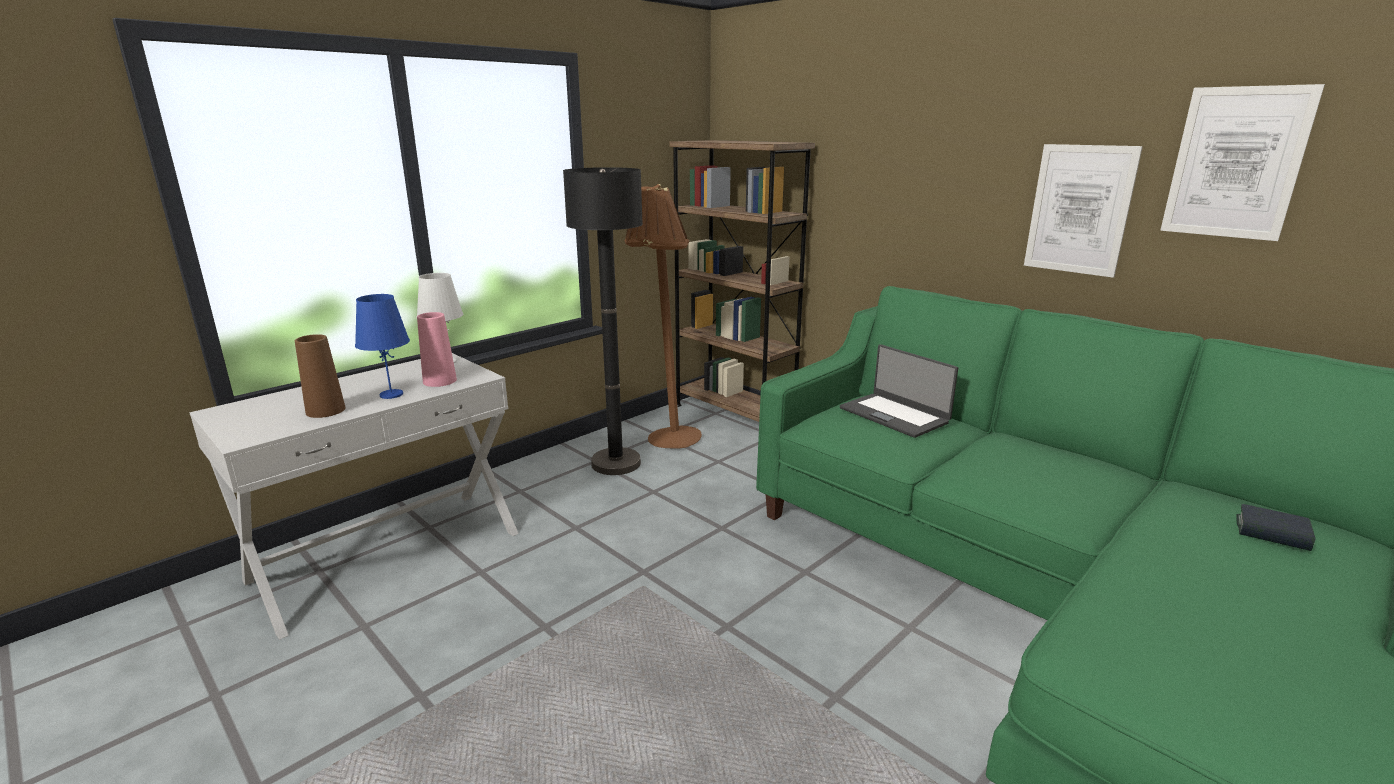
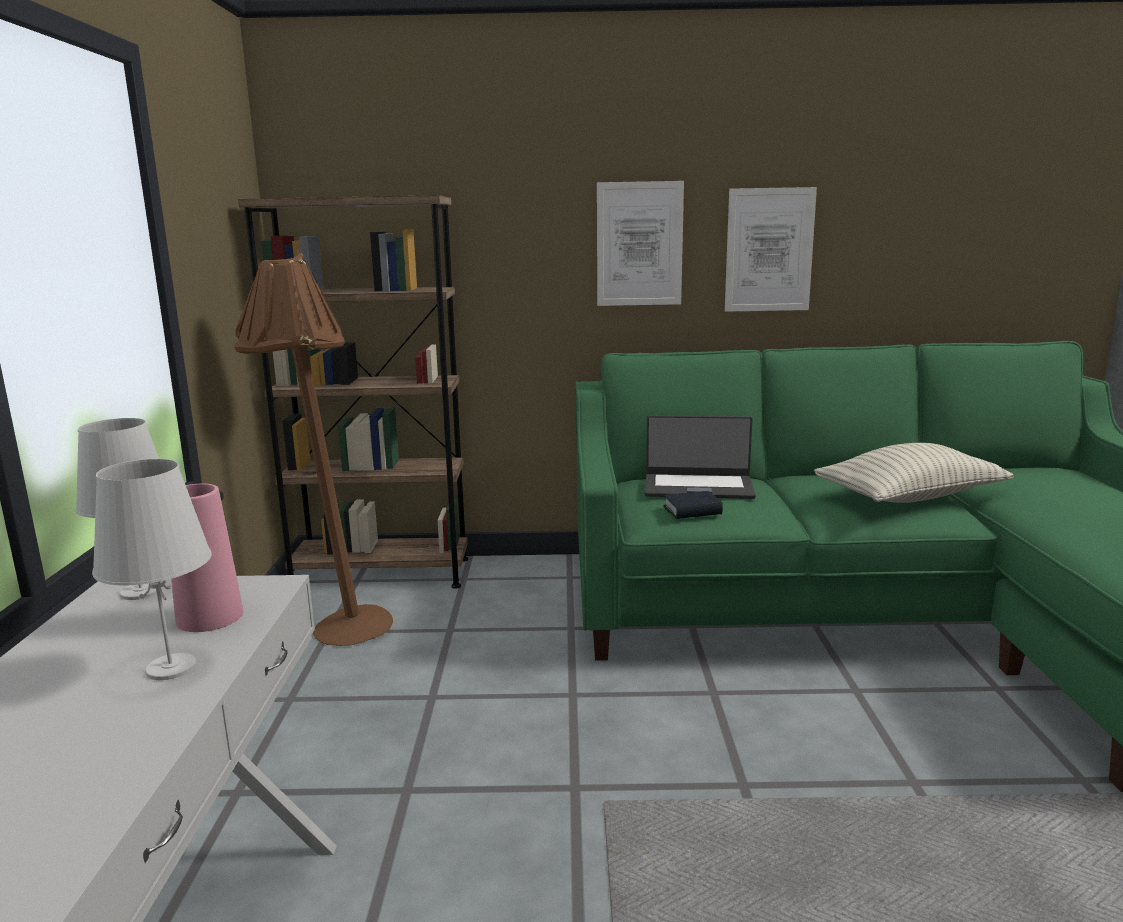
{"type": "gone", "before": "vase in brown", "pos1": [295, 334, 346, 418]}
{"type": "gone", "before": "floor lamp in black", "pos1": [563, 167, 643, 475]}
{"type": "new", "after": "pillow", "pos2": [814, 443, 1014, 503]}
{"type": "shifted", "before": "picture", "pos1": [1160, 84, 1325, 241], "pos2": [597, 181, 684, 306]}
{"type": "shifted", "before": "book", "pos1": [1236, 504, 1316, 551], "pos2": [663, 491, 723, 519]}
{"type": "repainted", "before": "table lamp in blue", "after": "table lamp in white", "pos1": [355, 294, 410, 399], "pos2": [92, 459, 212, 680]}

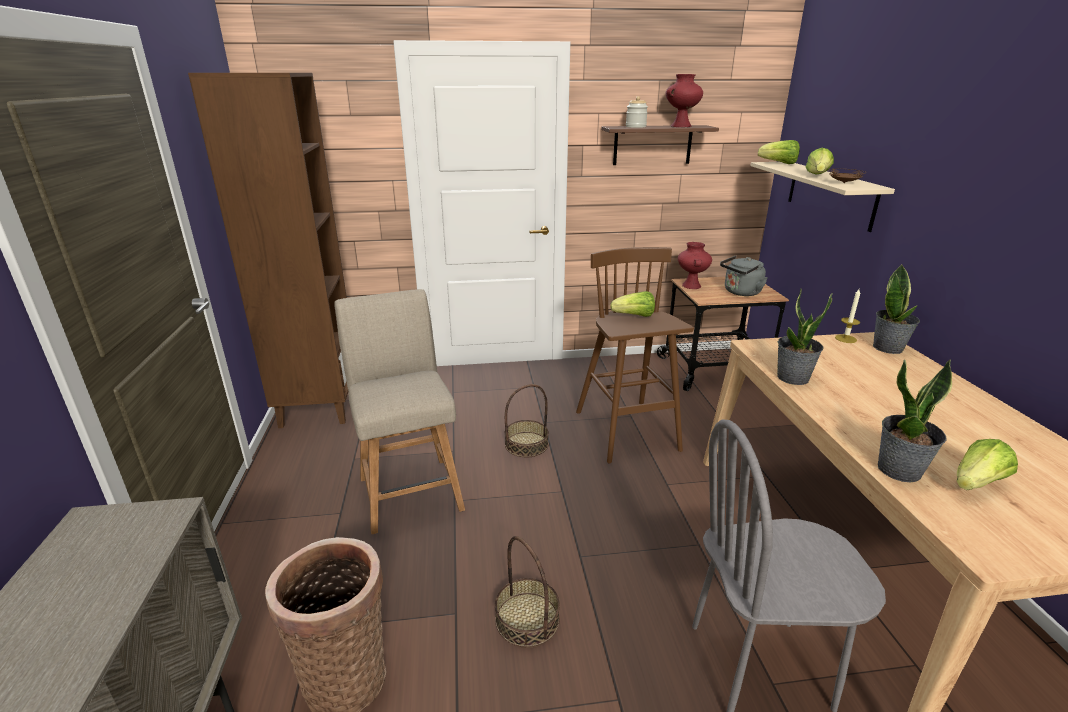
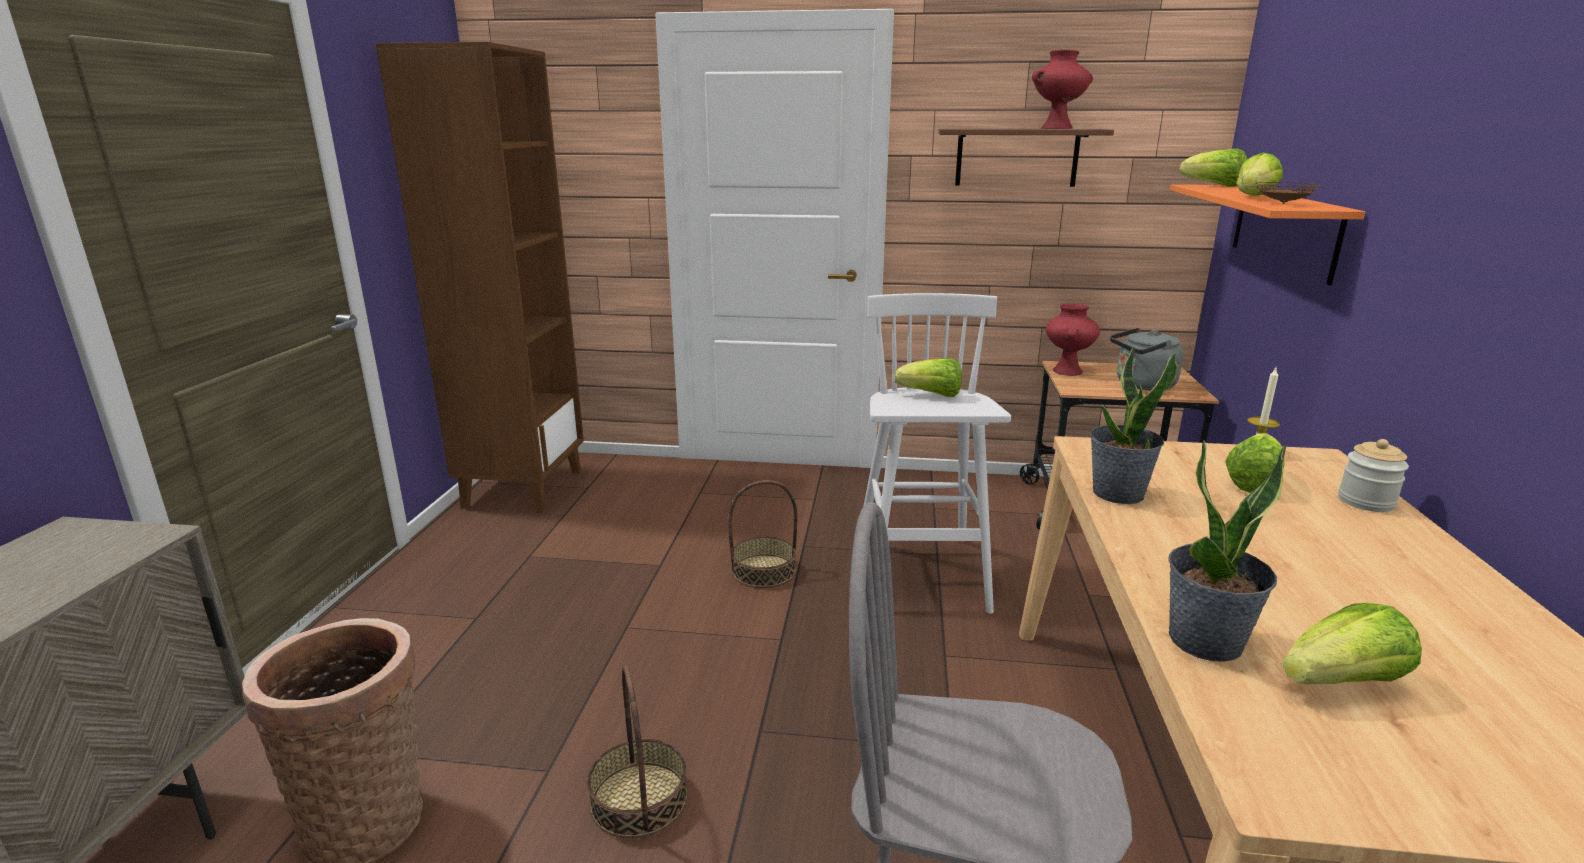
{"type": "gone", "before": "chair in beige", "pos1": [334, 289, 465, 534]}
{"type": "gone", "before": "potted plant", "pos1": [873, 264, 920, 354]}
{"type": "new", "after": "lettuce", "pos2": [1225, 433, 1285, 493]}
{"type": "shifted", "before": "jar", "pos1": [626, 96, 648, 128], "pos2": [1338, 439, 1409, 512]}
{"type": "repainted", "before": "stool in brown", "after": "stool in white", "pos1": [576, 247, 694, 464], "pos2": [863, 293, 1011, 614]}
{"type": "repainted", "before": "shelf in beige", "after": "shelf in orange", "pos1": [751, 162, 895, 232], "pos2": [1170, 184, 1365, 285]}

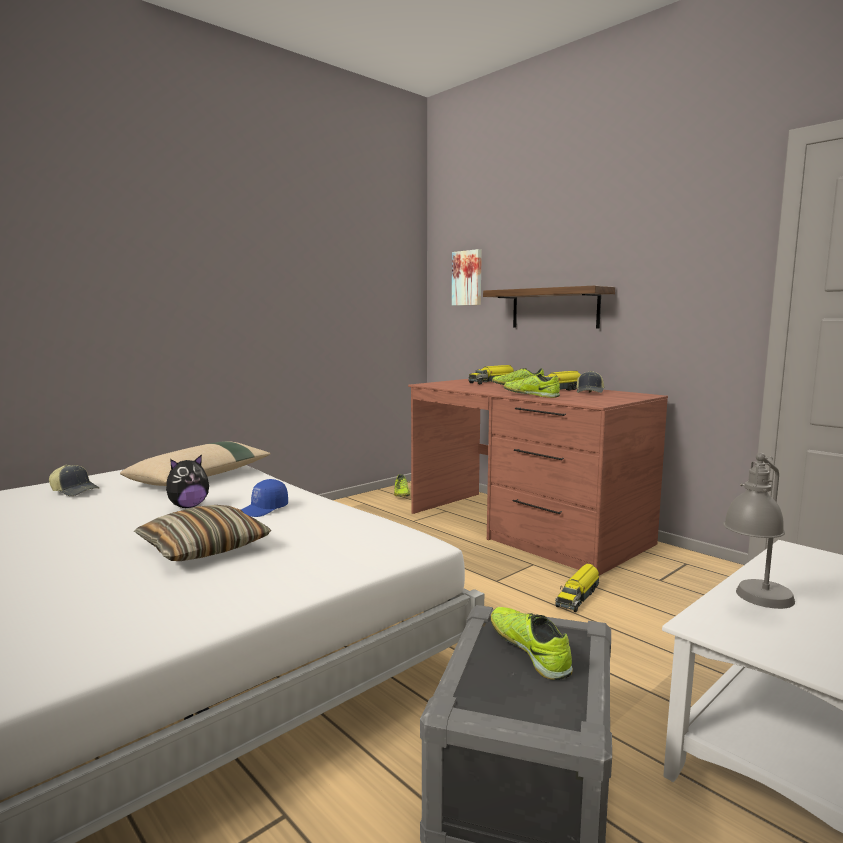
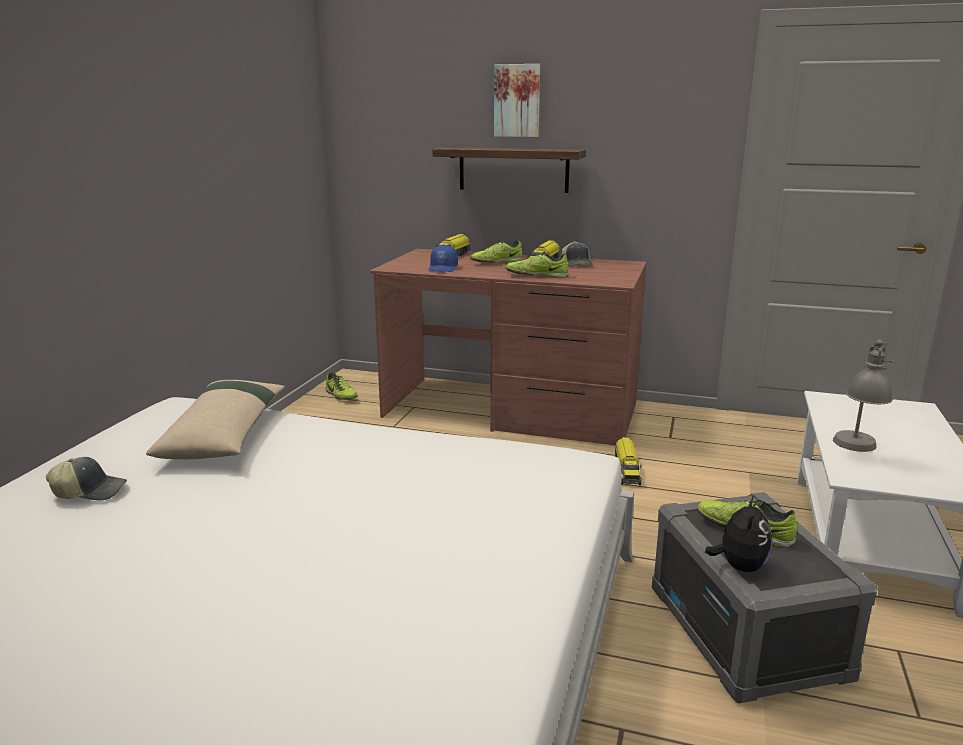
{"type": "gone", "before": "pillow", "pos1": [134, 505, 271, 561]}
{"type": "shifted", "before": "plush toy", "pos1": [166, 454, 209, 508], "pos2": [705, 494, 772, 572]}
{"type": "shifted", "before": "cap in blue", "pos1": [241, 479, 288, 517], "pos2": [429, 245, 458, 272]}
{"type": "shifted", "before": "picture", "pos1": [452, 249, 482, 306], "pos2": [494, 64, 540, 137]}

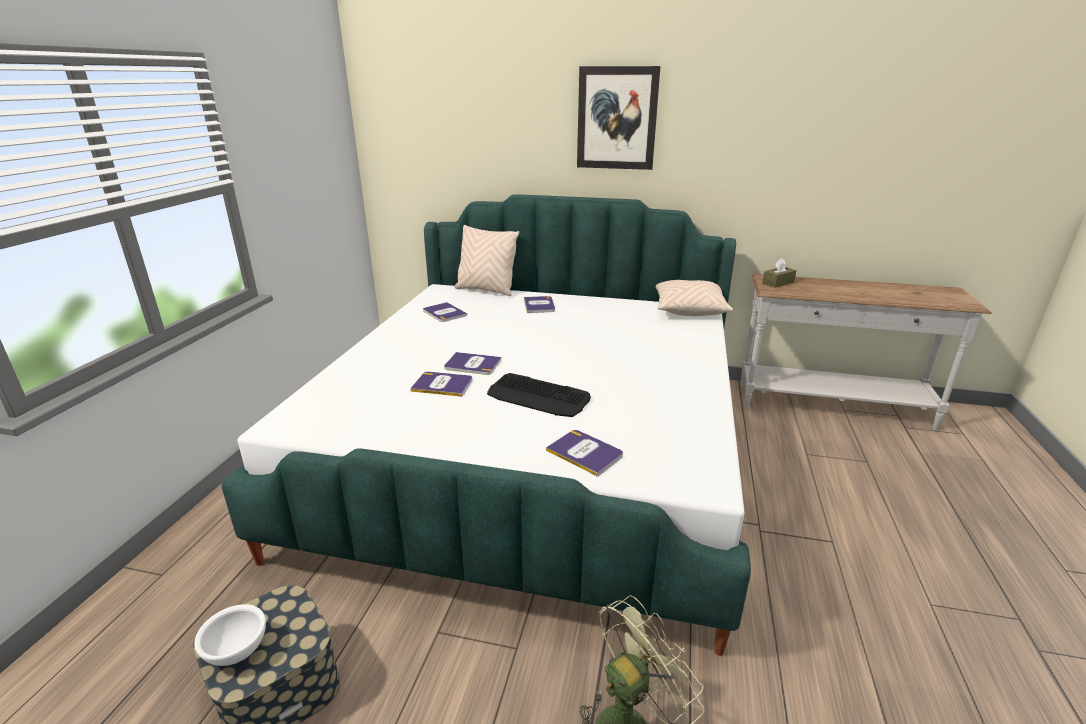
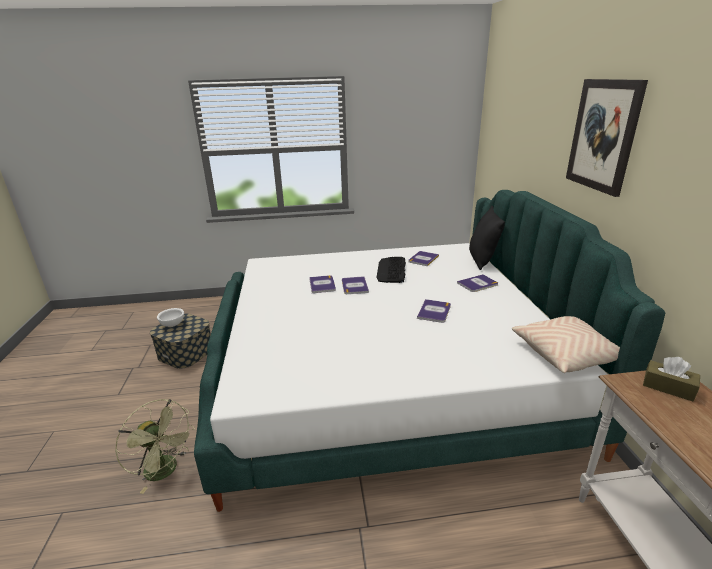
{"type": "shifted", "before": "keyboard", "pos1": [487, 373, 591, 417], "pos2": [376, 257, 406, 283]}
{"type": "shifted", "before": "book", "pos1": [546, 430, 623, 477], "pos2": [417, 299, 451, 323]}
{"type": "repainted", "before": "pillow in beige", "after": "pillow in black", "pos1": [455, 225, 519, 296], "pos2": [469, 206, 505, 270]}

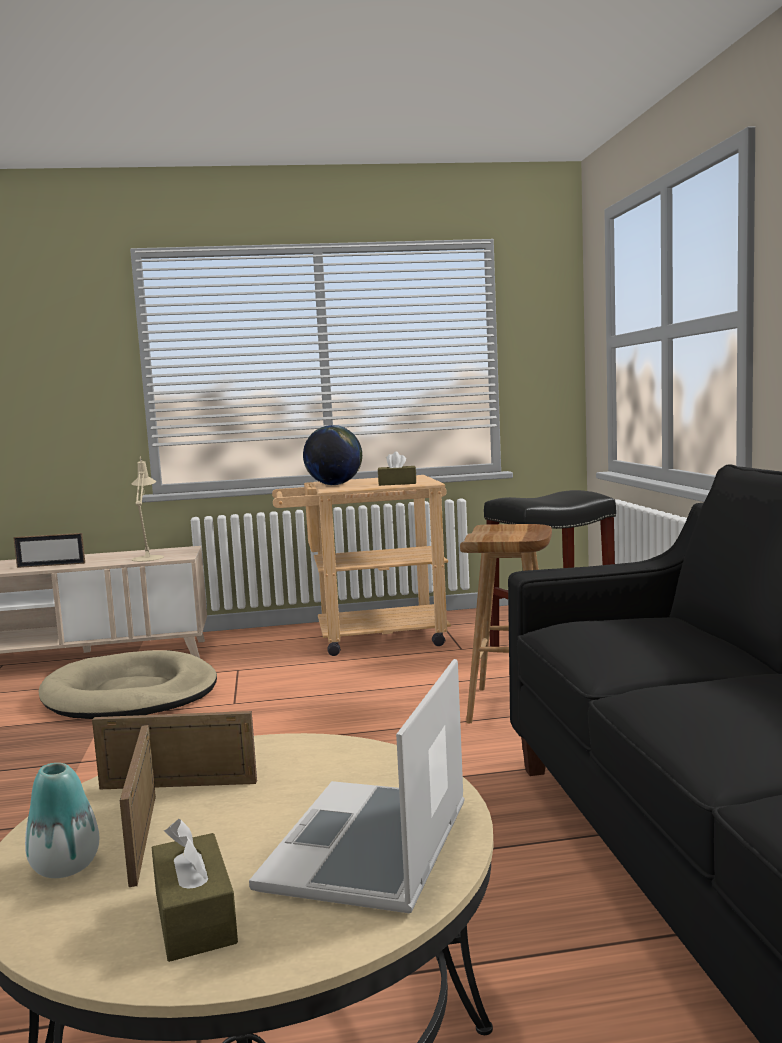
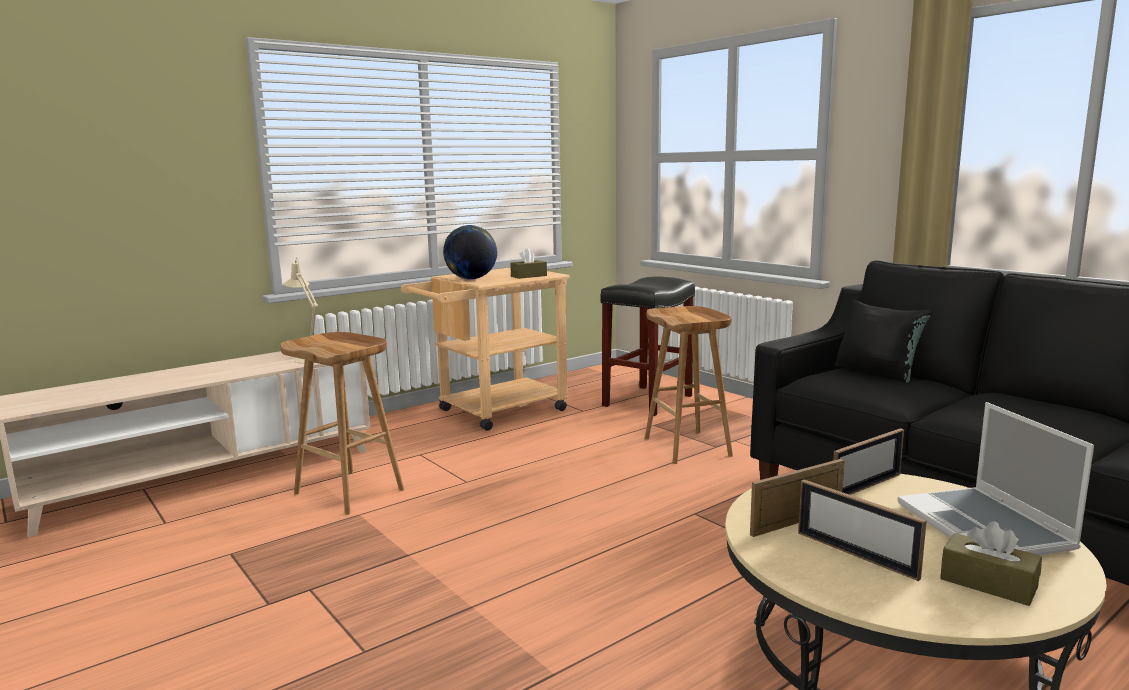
{"type": "gone", "before": "vase", "pos1": [25, 763, 99, 878]}
{"type": "new", "after": "pillow in black", "pos2": [835, 299, 932, 383]}
{"type": "shifted", "before": "picture frame", "pos1": [13, 533, 85, 568], "pos2": [833, 428, 904, 495]}
{"type": "swapped", "before": "dog bed in beige", "after": "stool in brown", "pos1": [39, 650, 217, 719], "pos2": [280, 332, 404, 515]}

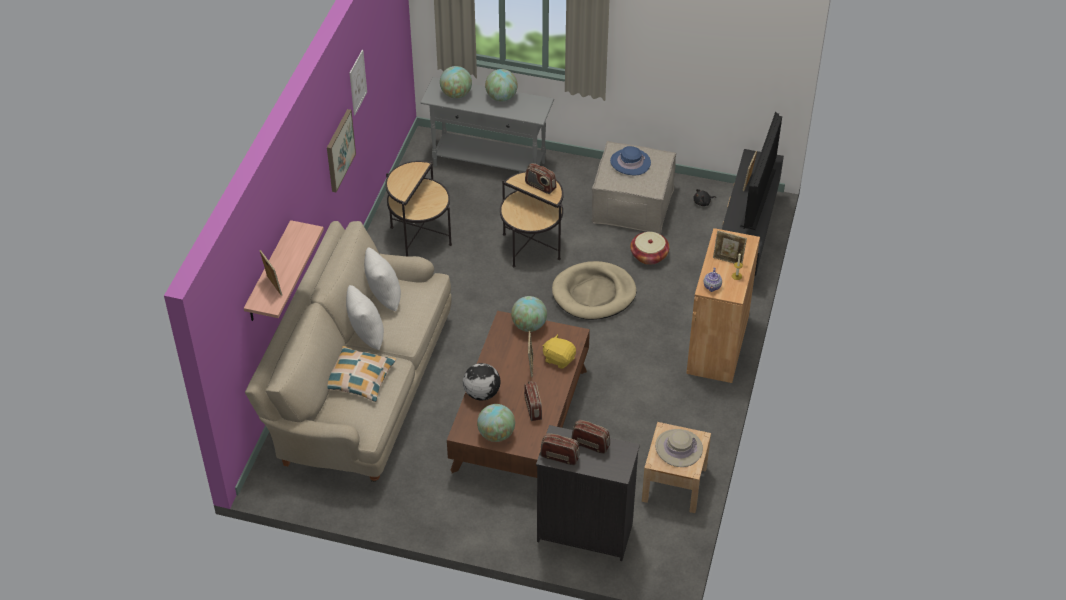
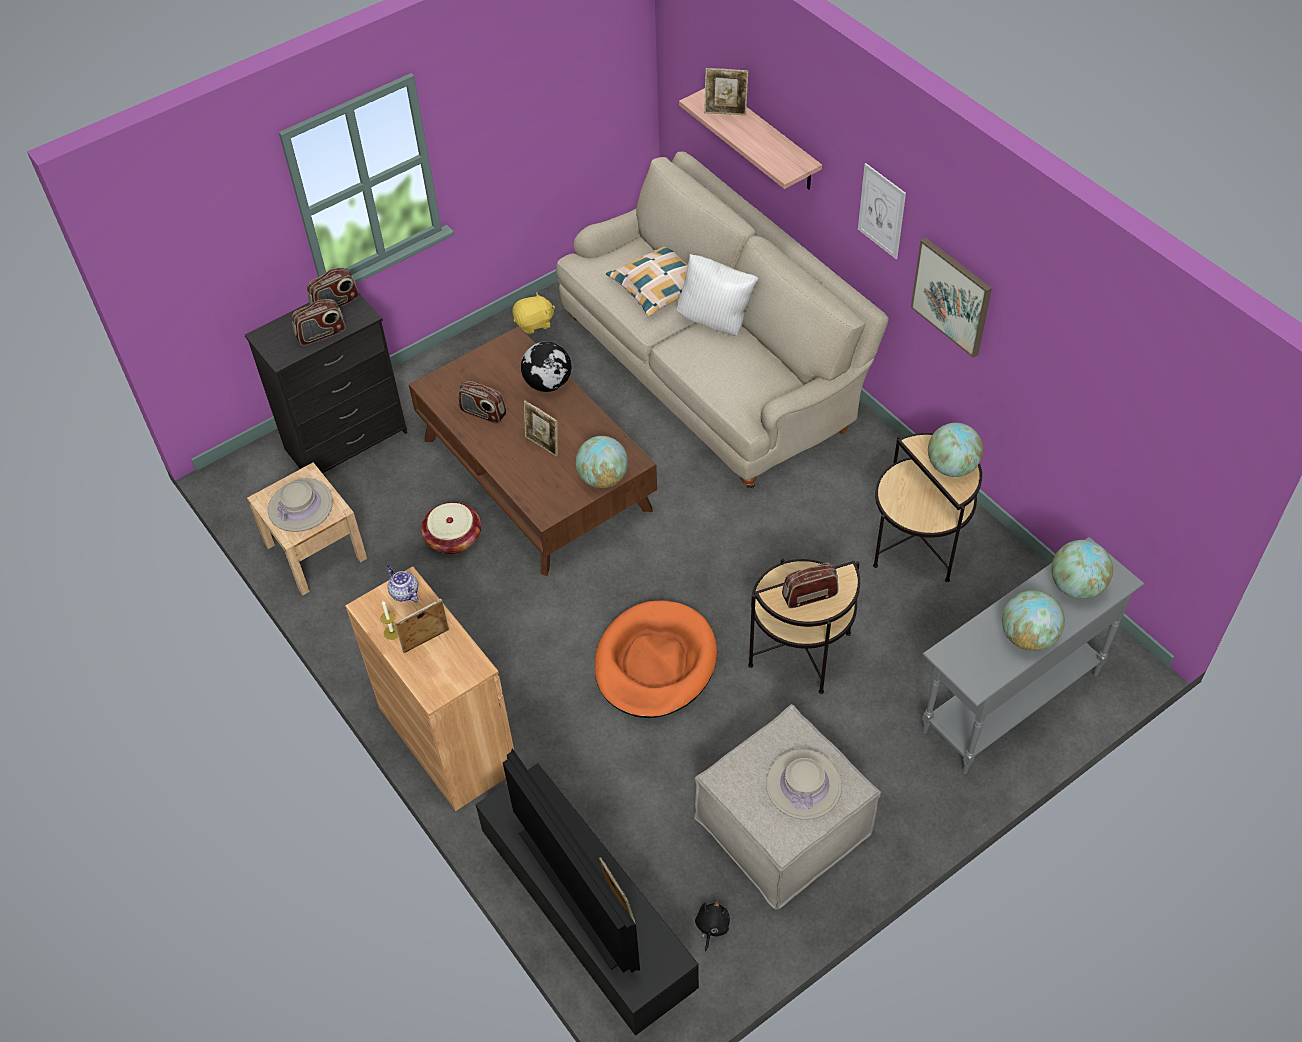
{"type": "gone", "before": "pillow in white", "pos1": [364, 247, 401, 311]}
{"type": "shifted", "before": "picture", "pos1": [350, 50, 367, 116], "pos2": [858, 163, 906, 259]}
{"type": "shifted", "before": "globe", "pos1": [477, 404, 515, 442], "pos2": [928, 423, 983, 477]}
{"type": "shifted", "before": "plush toy in yellow", "pos1": [542, 334, 576, 369], "pos2": [512, 293, 555, 334]}
{"type": "shifted", "before": "basket", "pos1": [630, 232, 670, 265], "pos2": [421, 502, 481, 554]}
{"type": "repainted", "before": "dog bed in beige", "after": "dog bed in orange", "pos1": [552, 261, 637, 320], "pos2": [594, 600, 717, 718]}
{"type": "repainted", "before": "hat in blue", "after": "hat in beige", "pos1": [610, 146, 651, 175], "pos2": [766, 749, 842, 820]}

